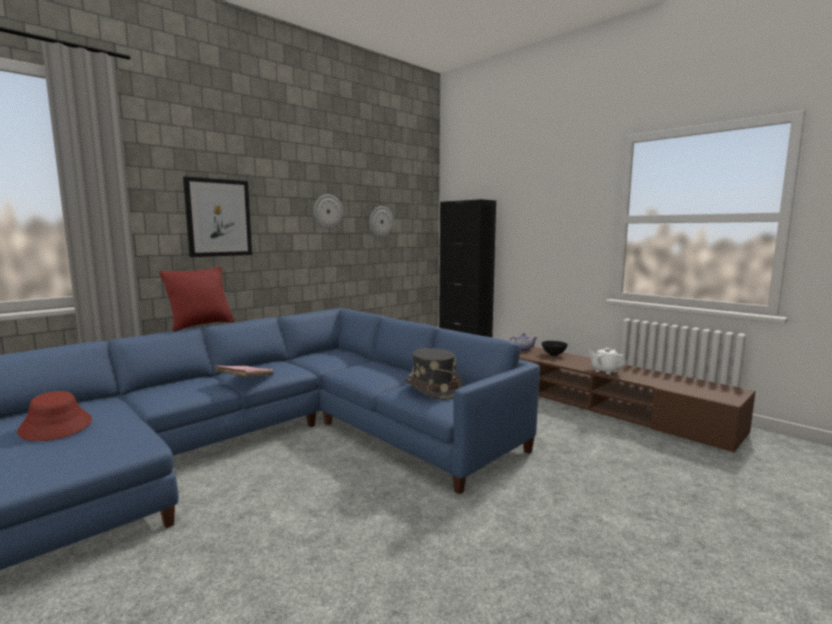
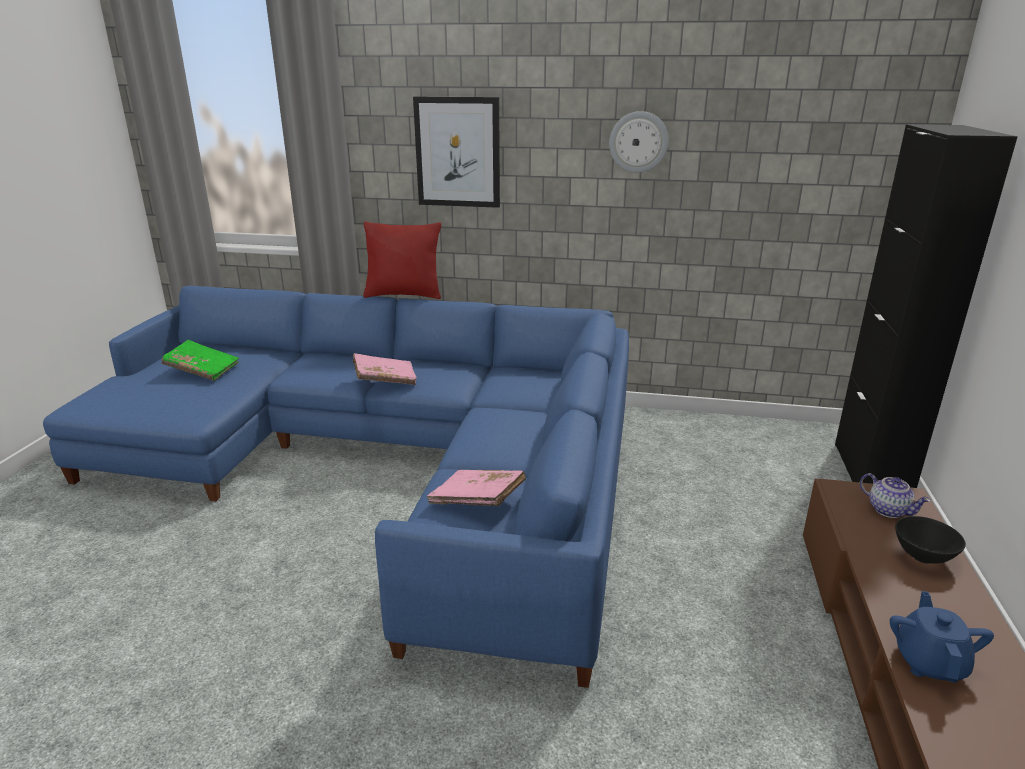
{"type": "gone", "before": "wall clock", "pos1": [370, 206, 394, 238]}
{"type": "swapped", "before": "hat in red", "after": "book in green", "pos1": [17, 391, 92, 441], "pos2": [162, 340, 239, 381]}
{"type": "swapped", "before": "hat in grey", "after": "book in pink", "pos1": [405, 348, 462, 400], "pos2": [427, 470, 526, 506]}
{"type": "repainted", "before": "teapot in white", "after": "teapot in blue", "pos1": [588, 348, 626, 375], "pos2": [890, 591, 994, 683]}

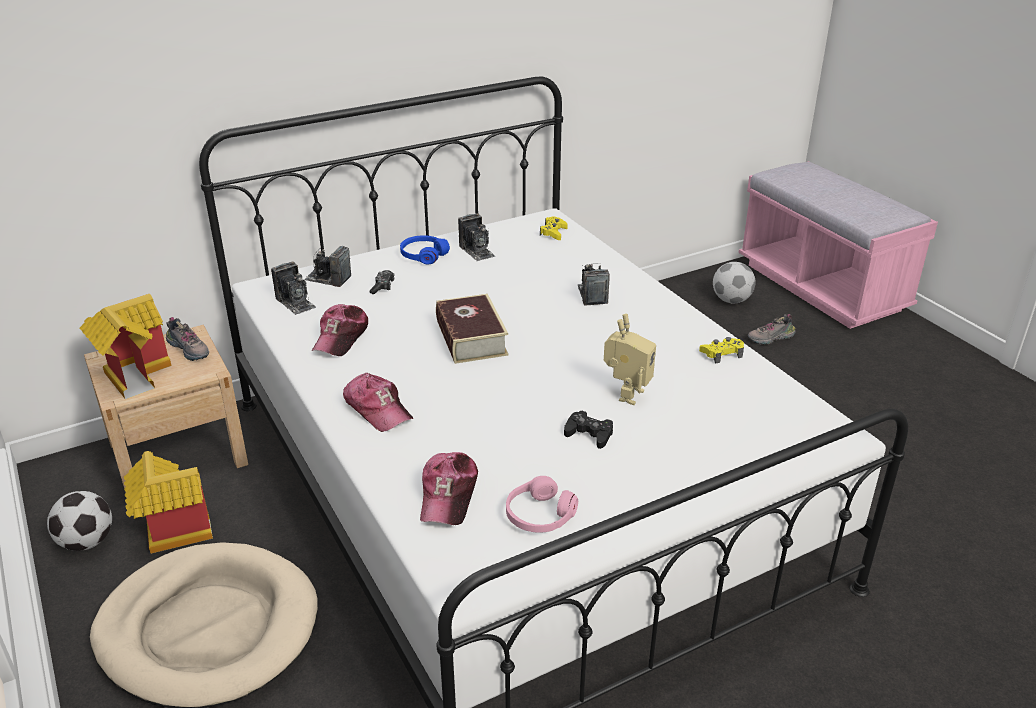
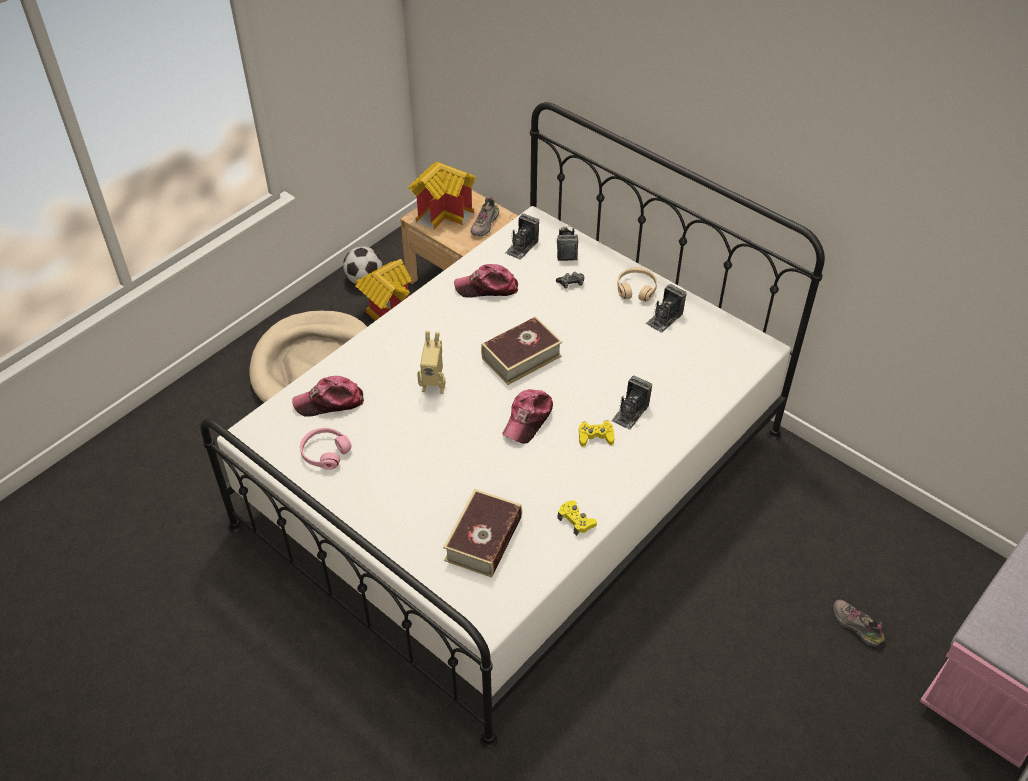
{"type": "gone", "before": "game controller in black", "pos1": [564, 411, 613, 449]}
{"type": "gone", "before": "football", "pos1": [713, 262, 756, 303]}
{"type": "new", "after": "book", "pos2": [443, 489, 522, 578]}
{"type": "shifted", "before": "cap", "pos1": [343, 373, 413, 432], "pos2": [502, 389, 553, 443]}
{"type": "shifted", "before": "game controller in yellow", "pos1": [540, 217, 568, 240], "pos2": [579, 421, 615, 447]}
{"type": "shifted", "before": "toy robot", "pos1": [604, 314, 656, 405], "pos2": [417, 331, 446, 394]}
{"type": "repainted", "before": "headphones in blue", "after": "headphones in beige", "pos1": [400, 236, 450, 264], "pos2": [618, 267, 657, 301]}
{"type": "rotated", "before": "photo camera", "pos1": [578, 263, 610, 306], "pos2": [611, 376, 652, 430], "turn": 150}

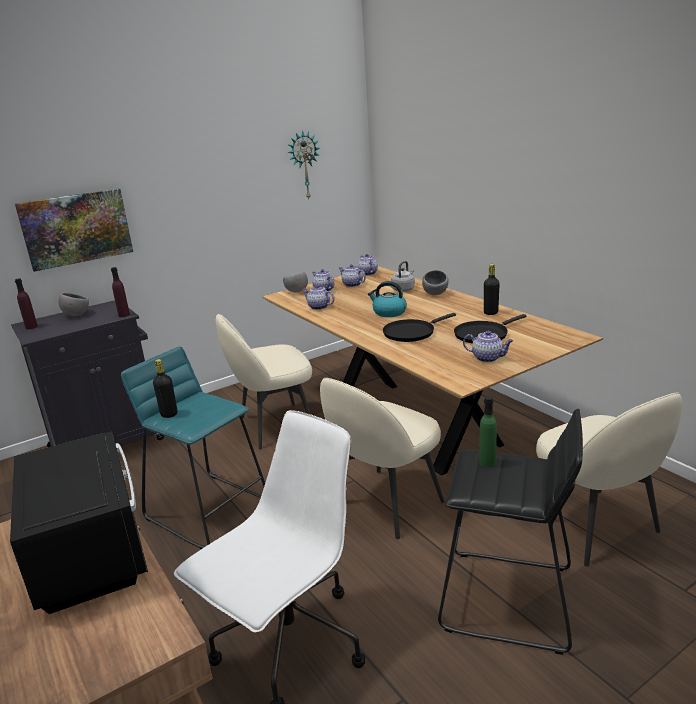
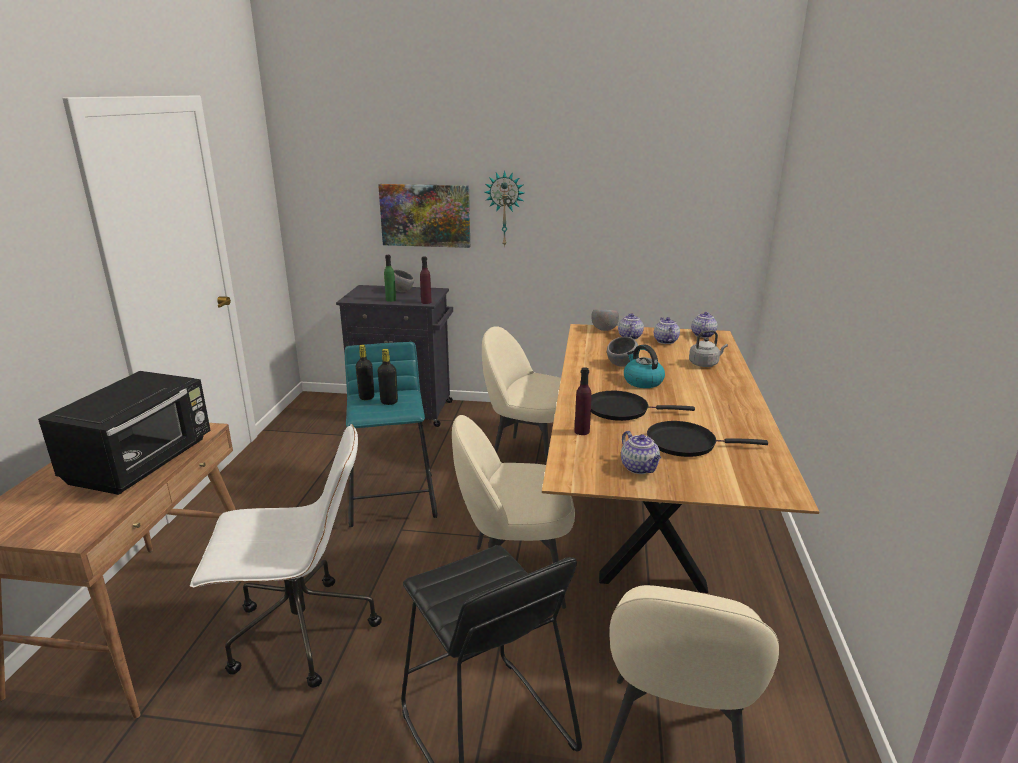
{"type": "gone", "before": "teapot", "pos1": [302, 285, 334, 310]}
{"type": "shifted", "before": "bottle in purple", "pos1": [15, 278, 38, 329], "pos2": [574, 367, 592, 435]}
{"type": "shifted", "before": "wall clock", "pos1": [288, 130, 320, 199], "pos2": [484, 170, 524, 247]}
{"type": "shifted", "before": "bowl in grey", "pos1": [422, 270, 448, 295], "pos2": [607, 337, 638, 367]}
{"type": "shifted", "before": "bottle in green", "pos1": [479, 396, 497, 468], "pos2": [384, 255, 396, 302]}
{"type": "shifted", "before": "bottle in black", "pos1": [484, 264, 500, 315], "pos2": [378, 349, 398, 405]}

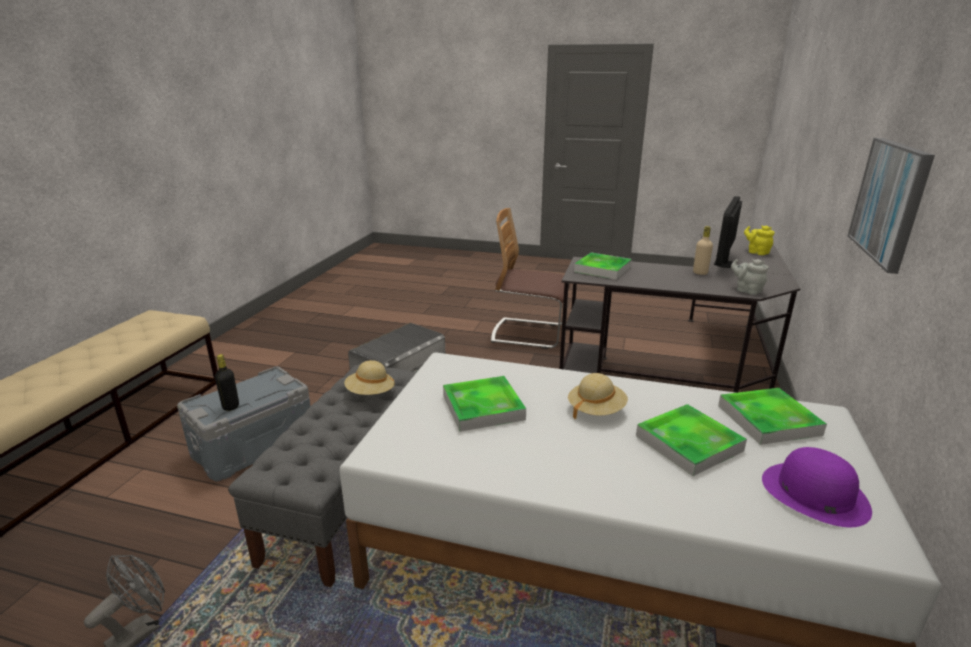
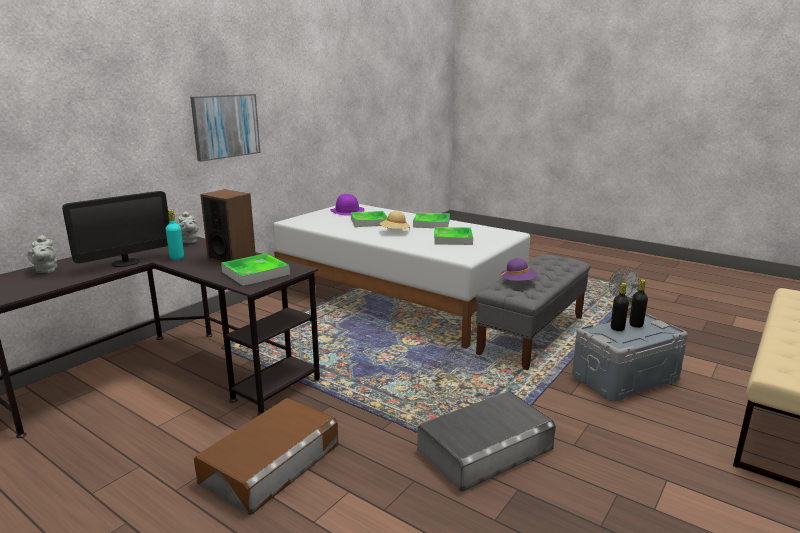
{"type": "new", "after": "speaker", "pos2": [200, 189, 256, 263]}
{"type": "new", "after": "bottle in black", "pos2": [611, 282, 629, 331]}
{"type": "shifted", "before": "tray", "pos1": [718, 388, 827, 445], "pos2": [413, 213, 450, 228]}
{"type": "swapped", "before": "chair", "after": "storage box in brown", "pos1": [491, 208, 571, 349], "pos2": [194, 398, 338, 515]}
{"type": "repainted", "before": "hat in beige", "after": "hat in purple", "pos1": [344, 360, 395, 395], "pos2": [500, 258, 537, 282]}
{"type": "repainted", "before": "bottle in beige", "after": "bottle in turquoise", "pos1": [693, 226, 713, 275], "pos2": [165, 210, 184, 260]}
{"type": "repainted", "before": "teapot in yellow", "after": "teapot in grey", "pos1": [744, 225, 775, 255], "pos2": [27, 235, 58, 273]}

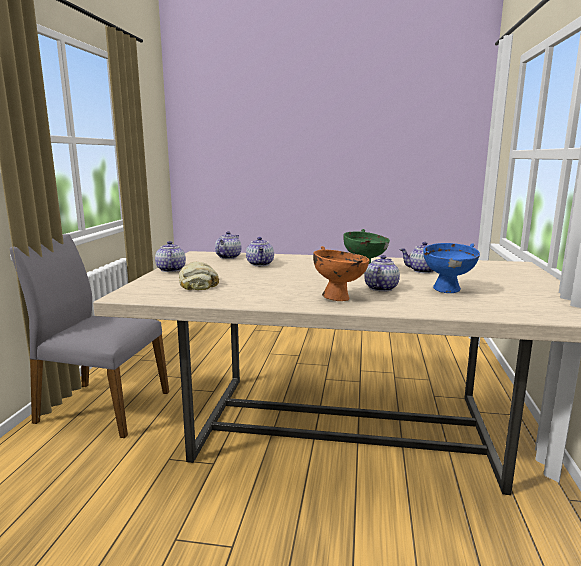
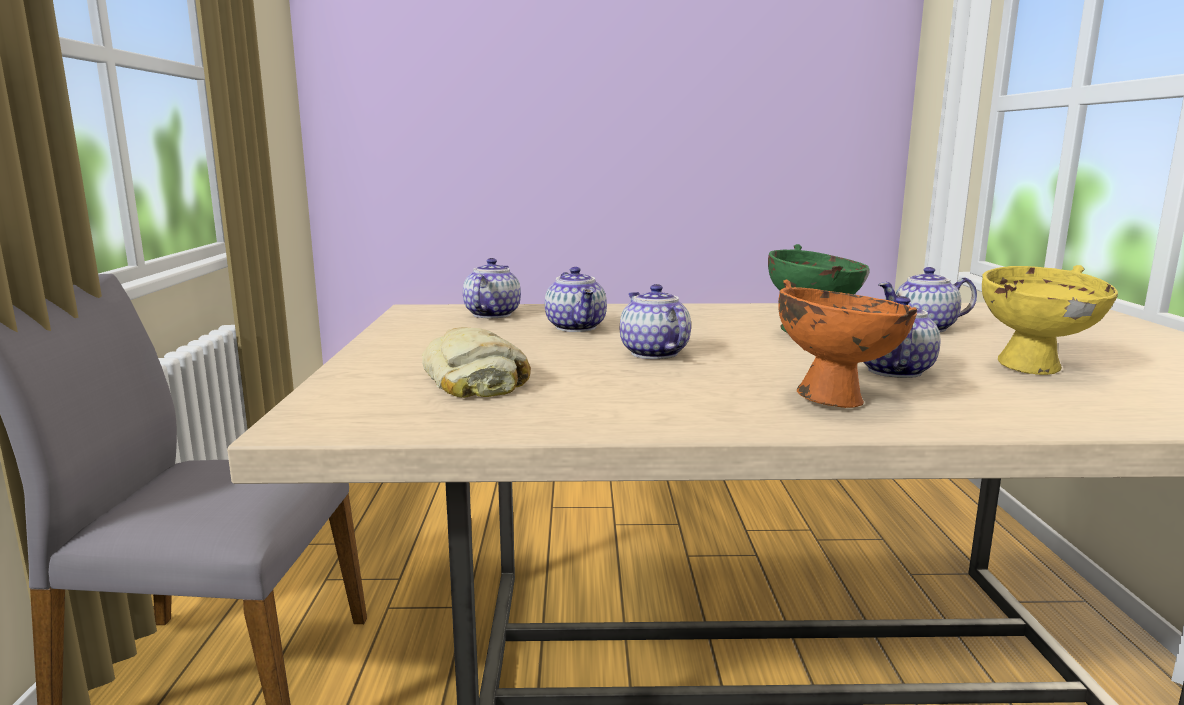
{"type": "shifted", "before": "teapot", "pos1": [155, 241, 186, 272], "pos2": [620, 284, 691, 359]}
{"type": "repainted", "before": "bowl in blue", "after": "bowl in yellow", "pos1": [423, 243, 480, 293], "pos2": [982, 265, 1118, 375]}

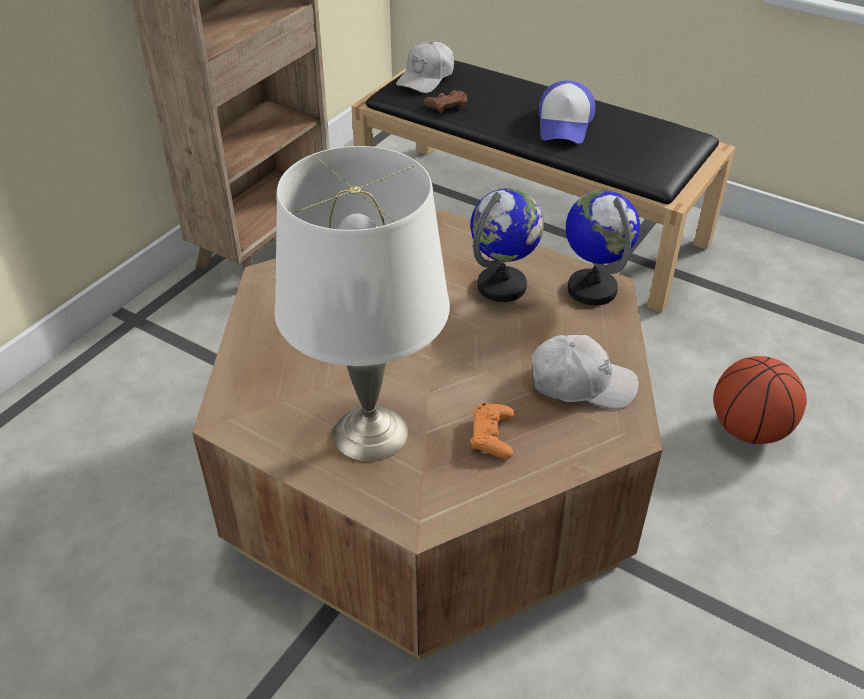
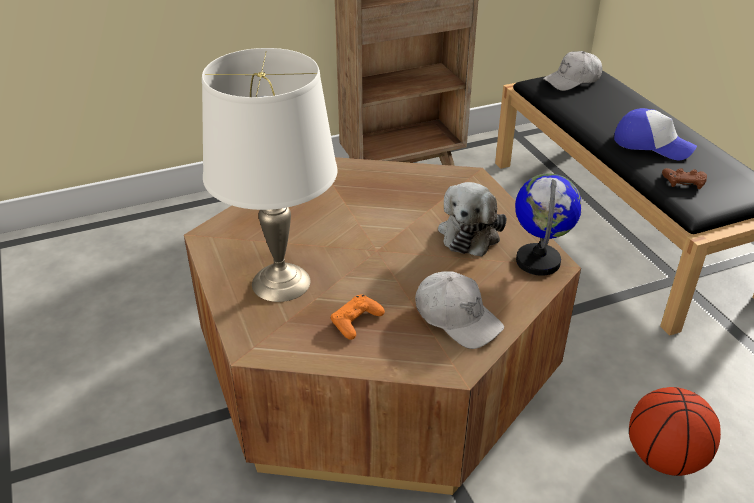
{"type": "shifted", "before": "game controller in brown", "pos1": [424, 90, 467, 113], "pos2": [662, 168, 707, 189]}
{"type": "swapped", "before": "globe", "after": "plush toy", "pos1": [470, 188, 544, 302], "pos2": [438, 182, 507, 257]}
{"type": "rotated", "before": "cap", "pos1": [539, 80, 595, 144], "pos2": [614, 108, 697, 160], "turn": -105}

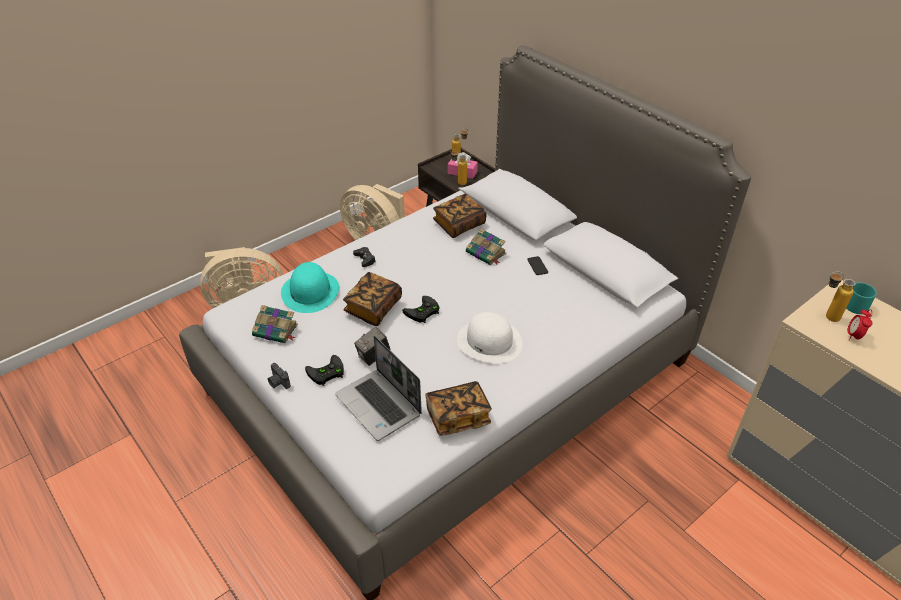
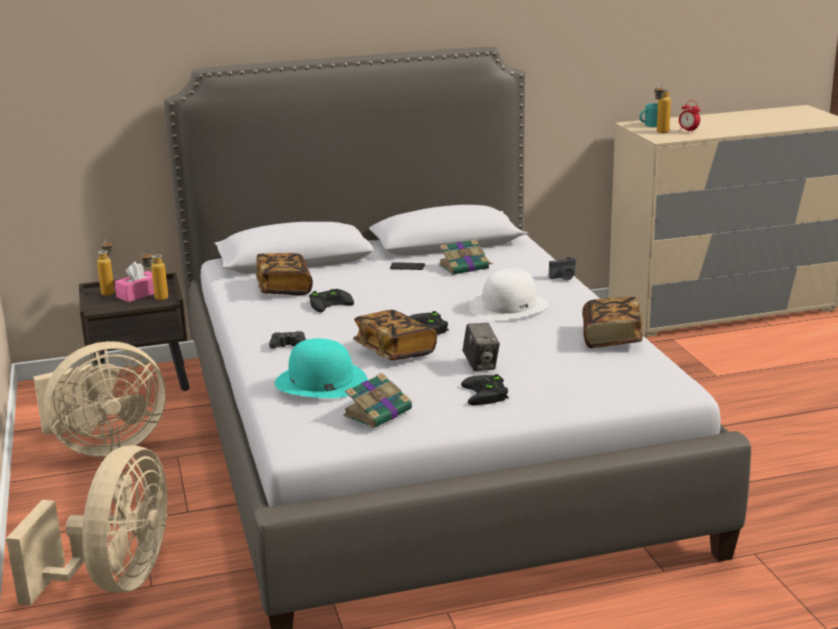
{"type": "gone", "before": "laptop", "pos1": [335, 336, 422, 441]}
{"type": "new", "after": "game controller in black", "pos2": [309, 289, 354, 312]}
{"type": "shifted", "before": "photo camera", "pos1": [268, 363, 291, 389], "pos2": [549, 257, 576, 280]}
{"type": "shifted", "before": "book", "pos1": [466, 228, 506, 265], "pos2": [439, 239, 494, 275]}

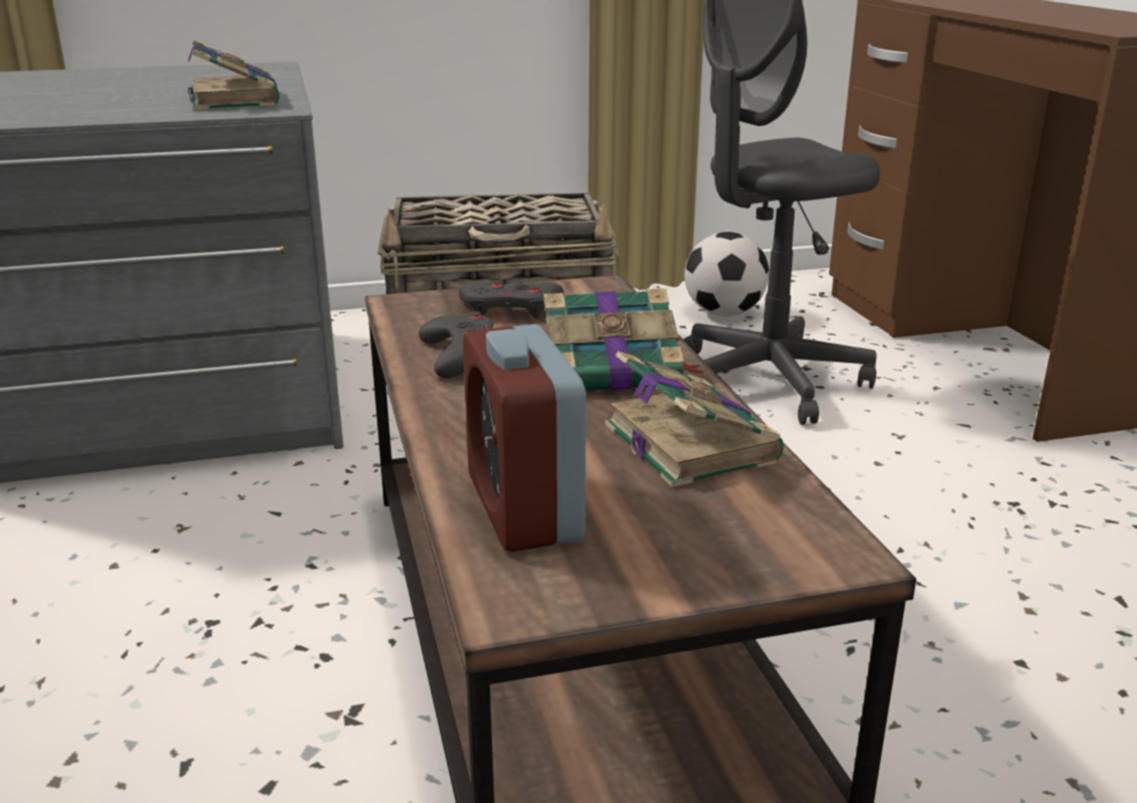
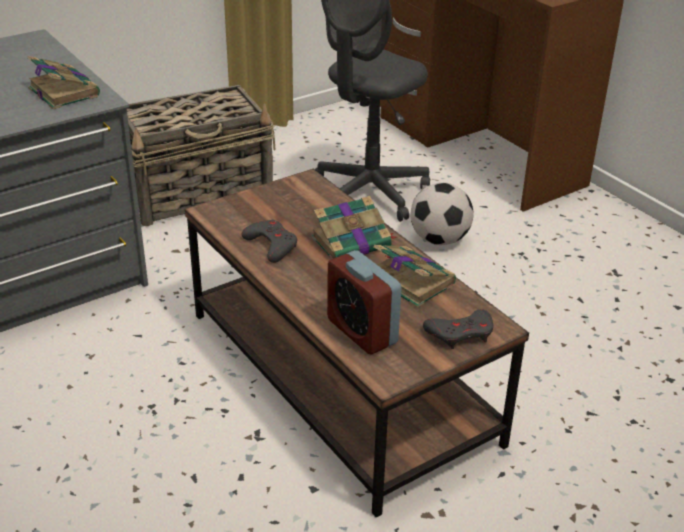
{"type": "shifted", "before": "game controller in grey", "pos1": [459, 280, 564, 319], "pos2": [423, 309, 493, 349]}
{"type": "shifted", "before": "football", "pos1": [684, 232, 769, 316], "pos2": [411, 183, 474, 245]}

